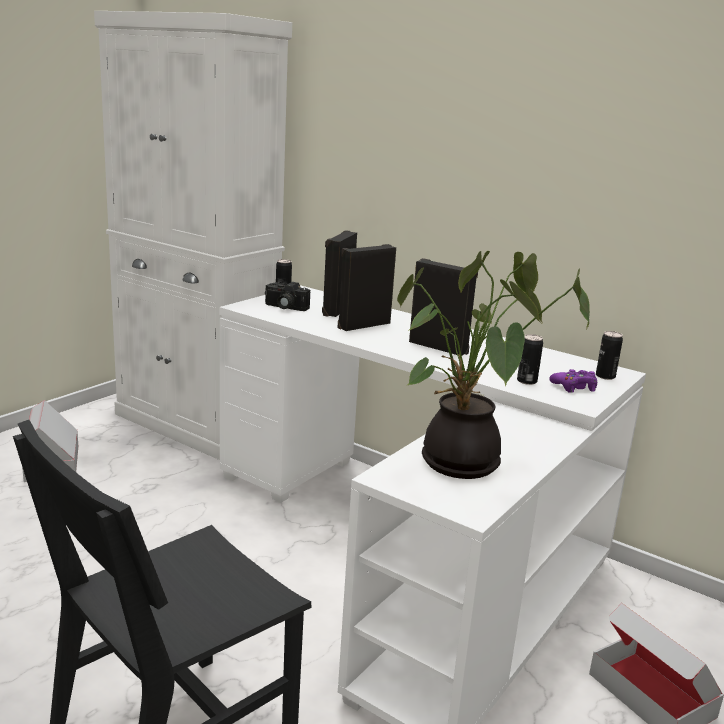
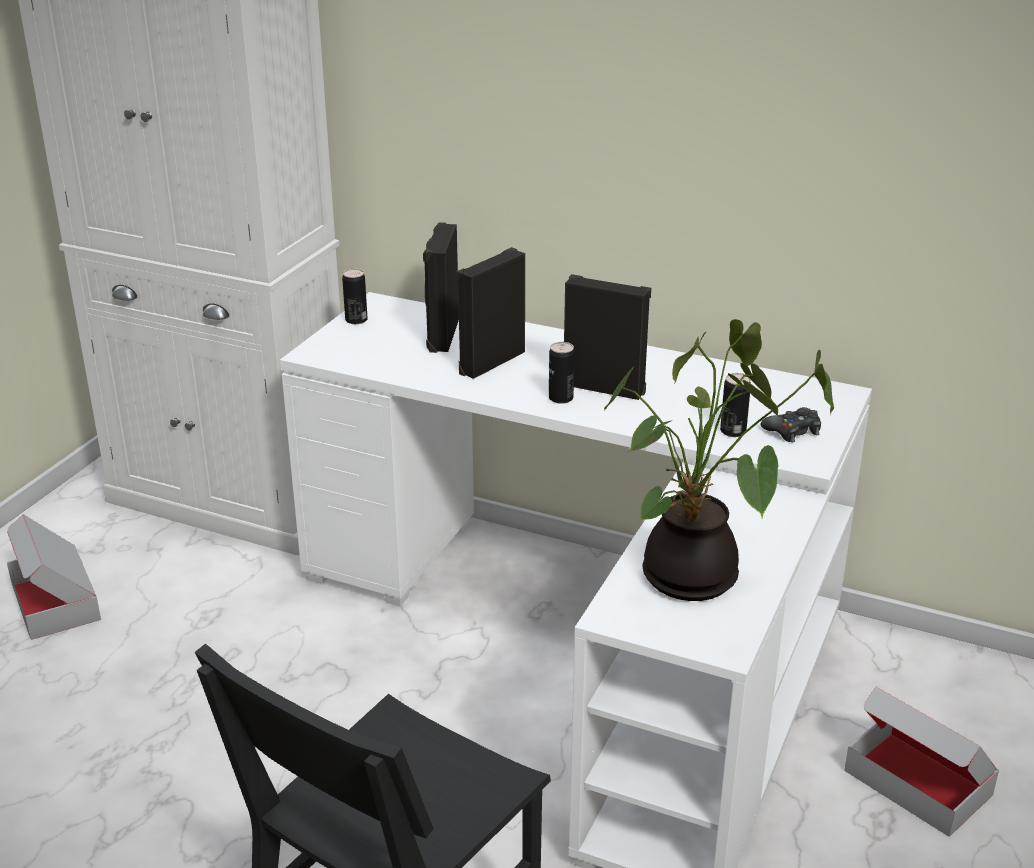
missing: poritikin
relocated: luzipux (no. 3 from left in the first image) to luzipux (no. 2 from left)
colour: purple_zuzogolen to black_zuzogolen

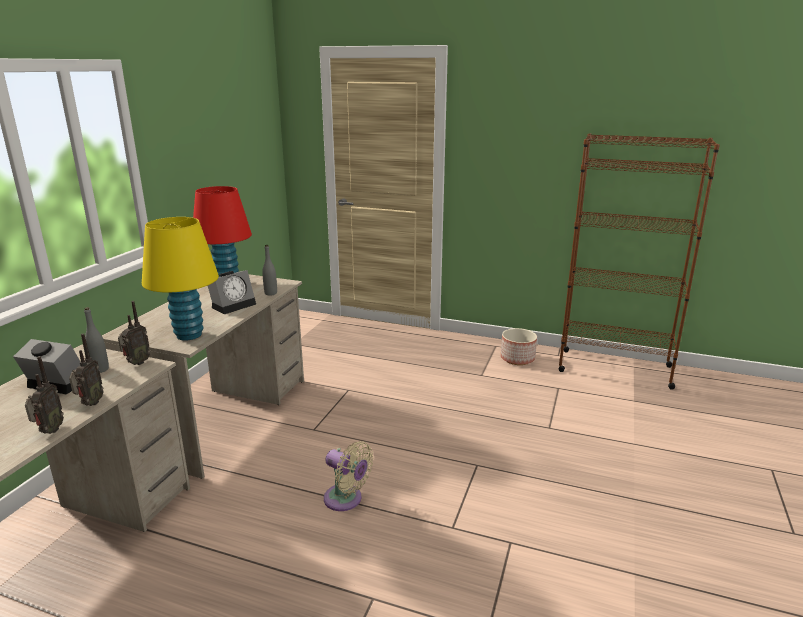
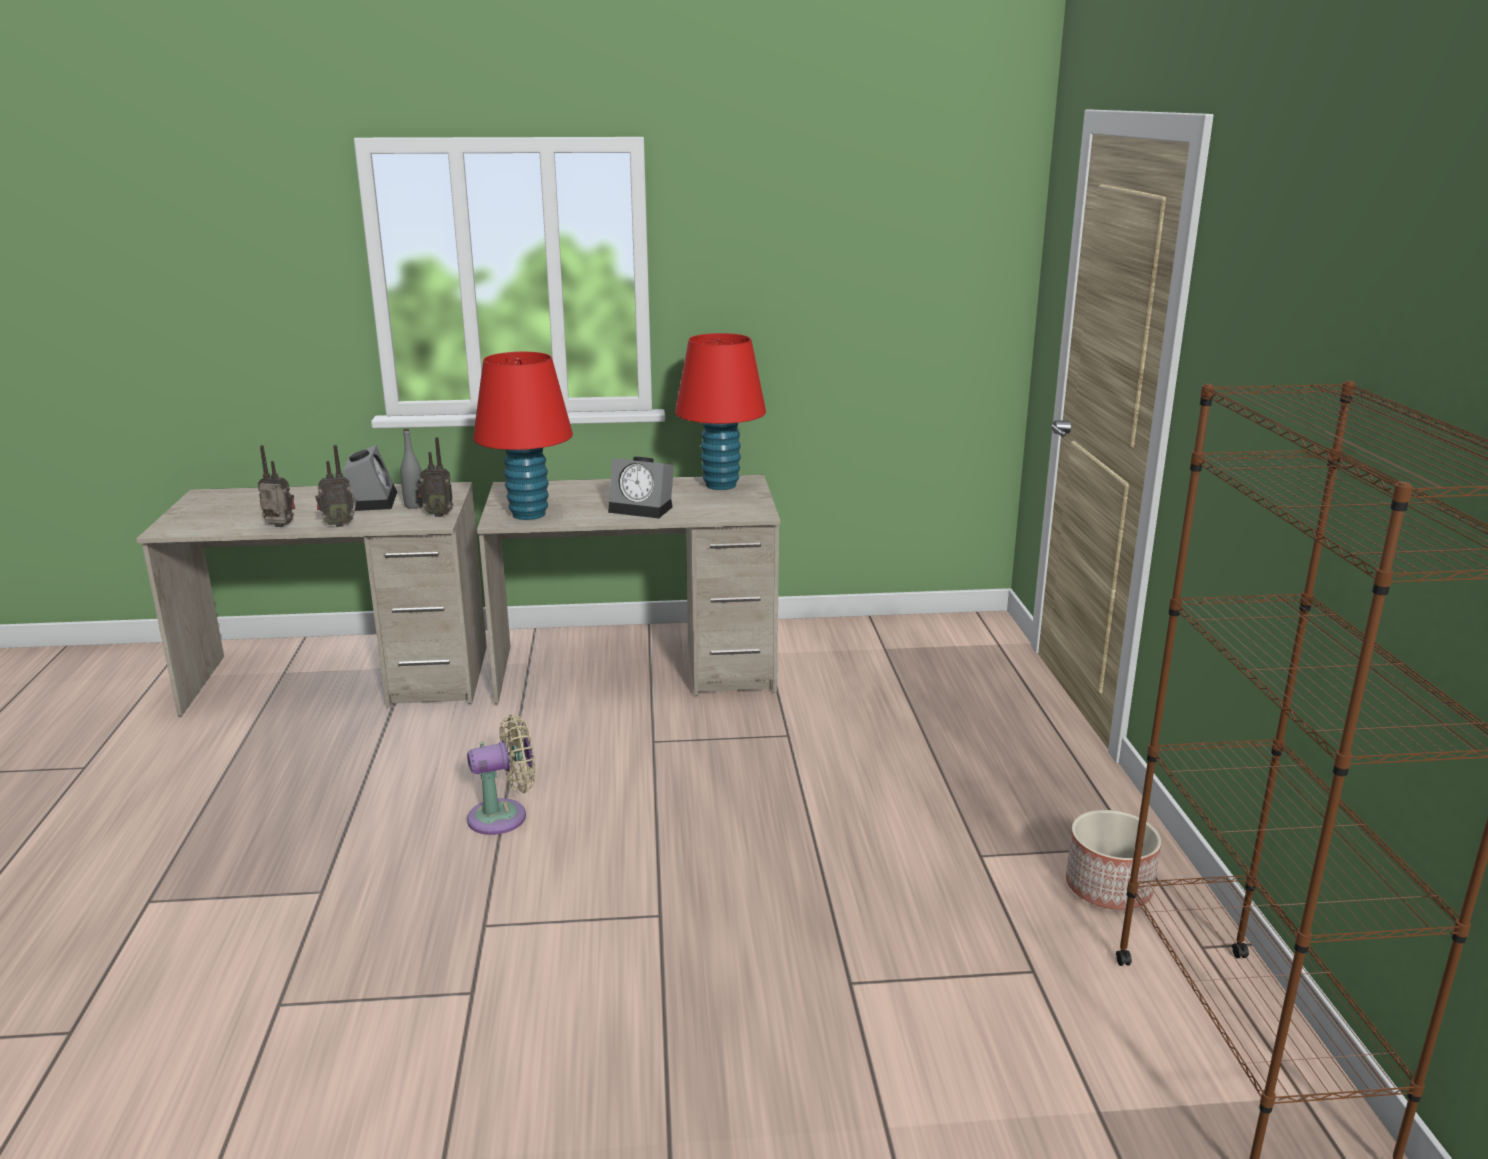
missing: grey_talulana (no. 2 from left)
colour: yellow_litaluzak to red_litaluzak (no. 1 from left)
spun: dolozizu (no. 1 from left) 150 degrees counterclockwise; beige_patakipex 120 degrees counterclockwise

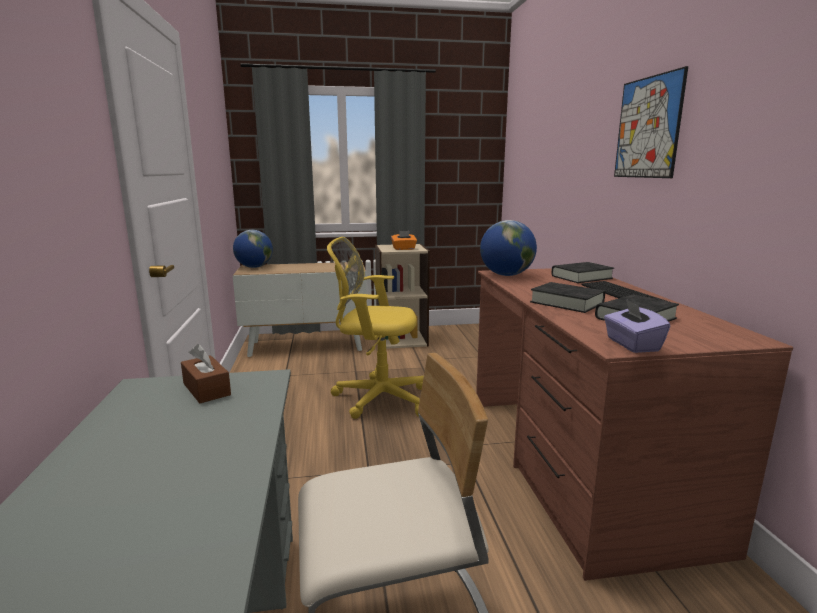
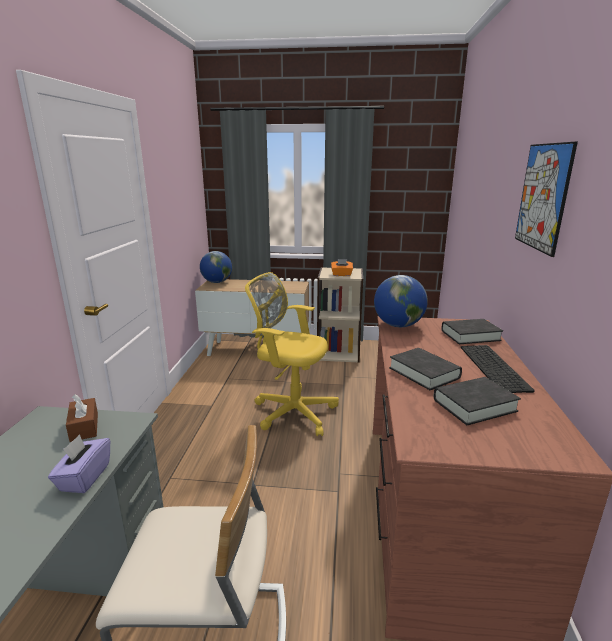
relocated: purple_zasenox

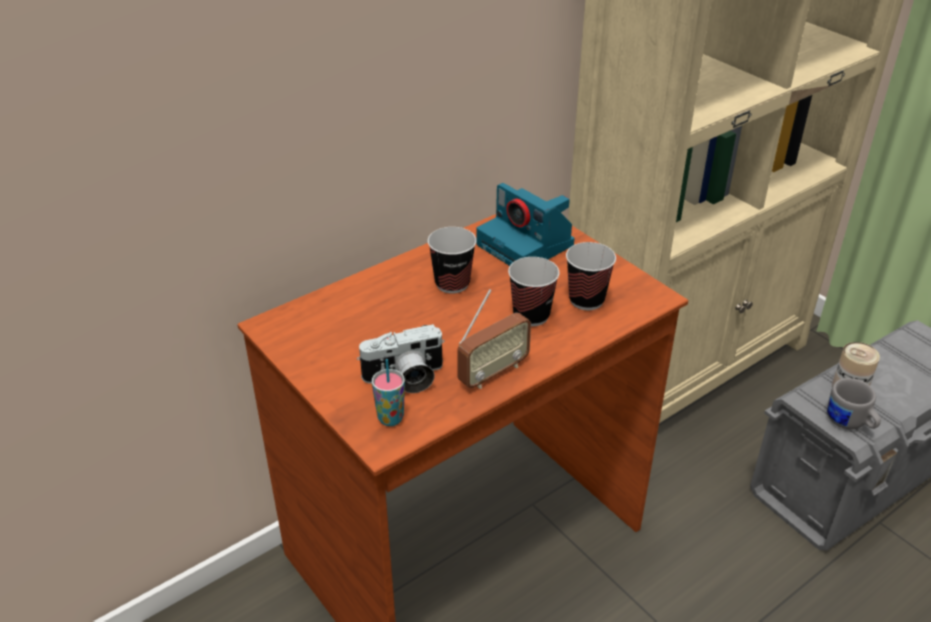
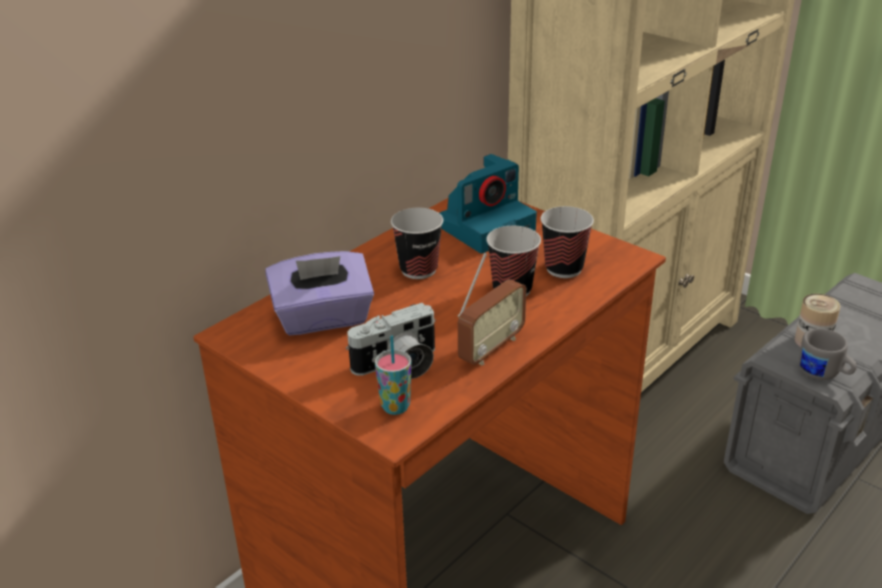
appeared: purple_zasenox
spun: poritikin (no. 2 from left) 75 degrees counterclockwise

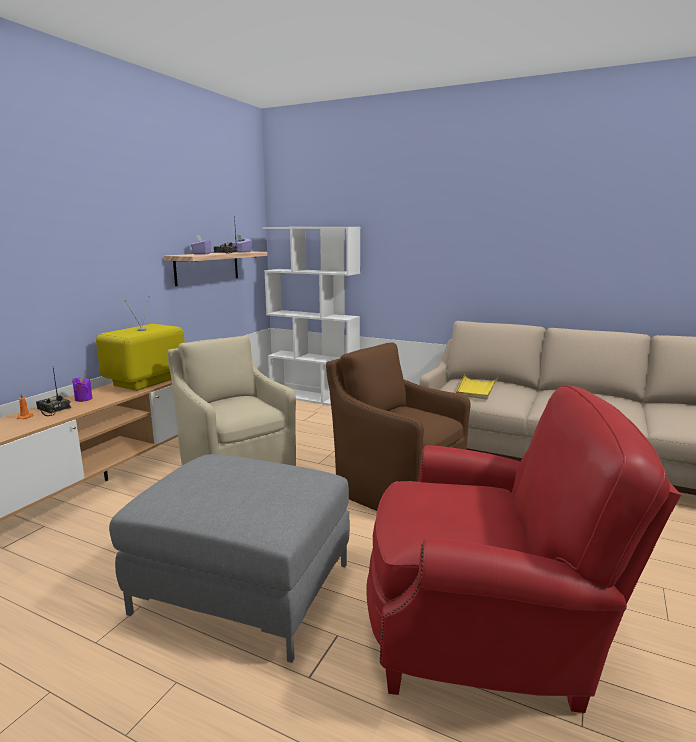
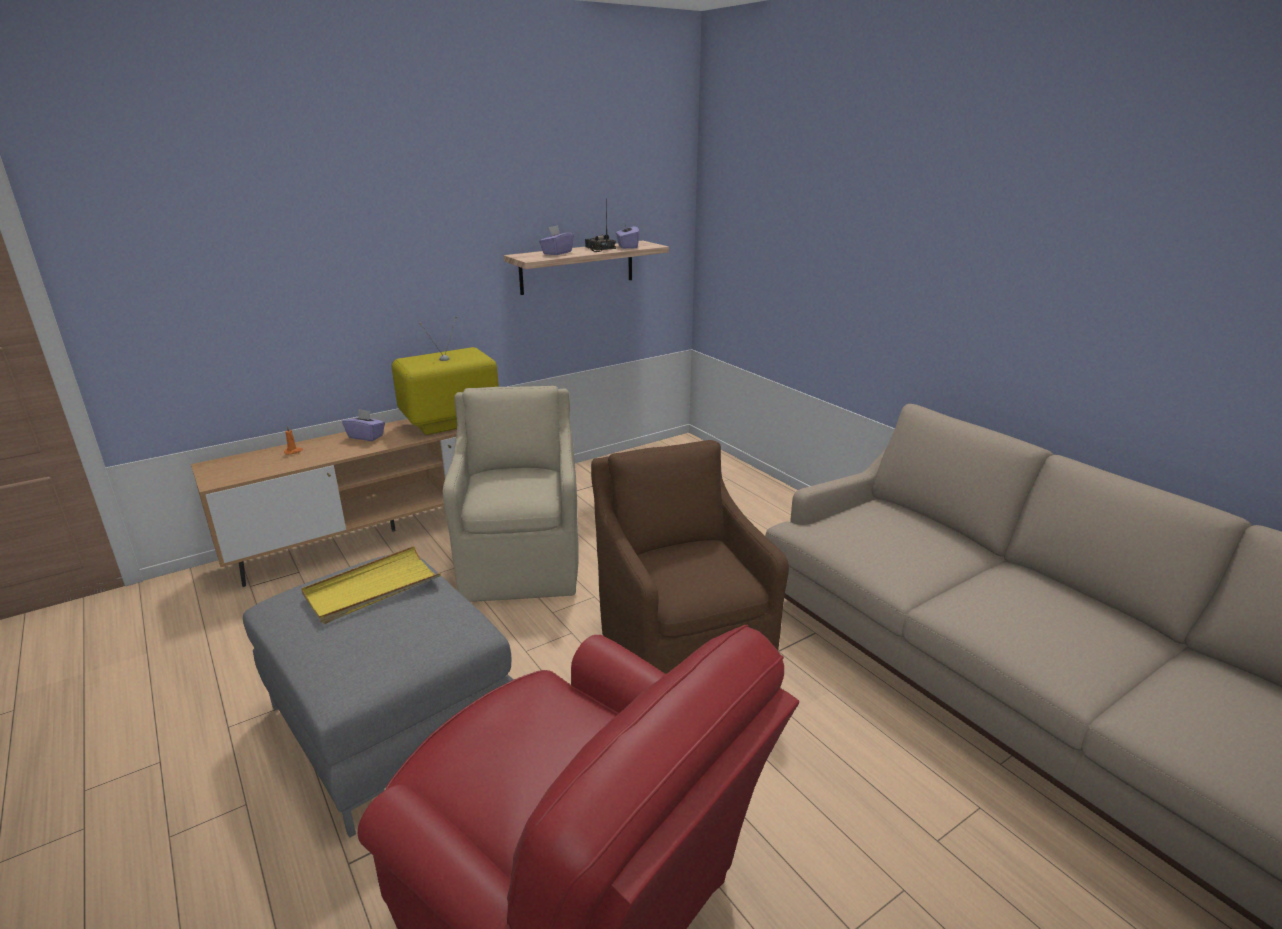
missing: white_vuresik; dolozizu (no. 1 from left)
relocated: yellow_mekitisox
exchanged: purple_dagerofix to purple_zasenox (no. 1 from left)

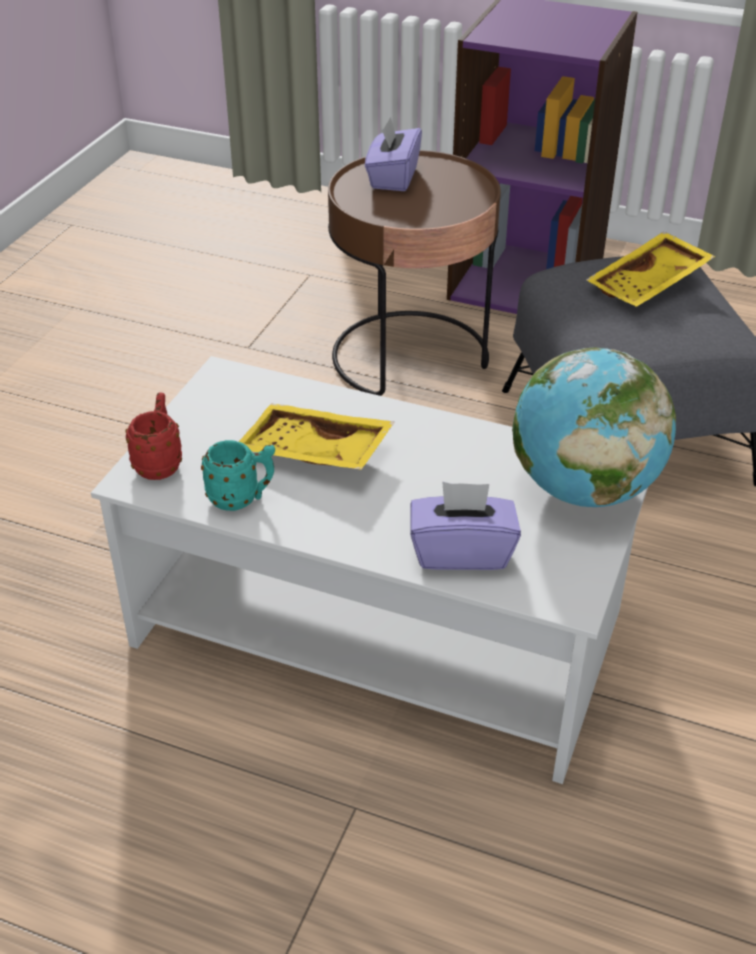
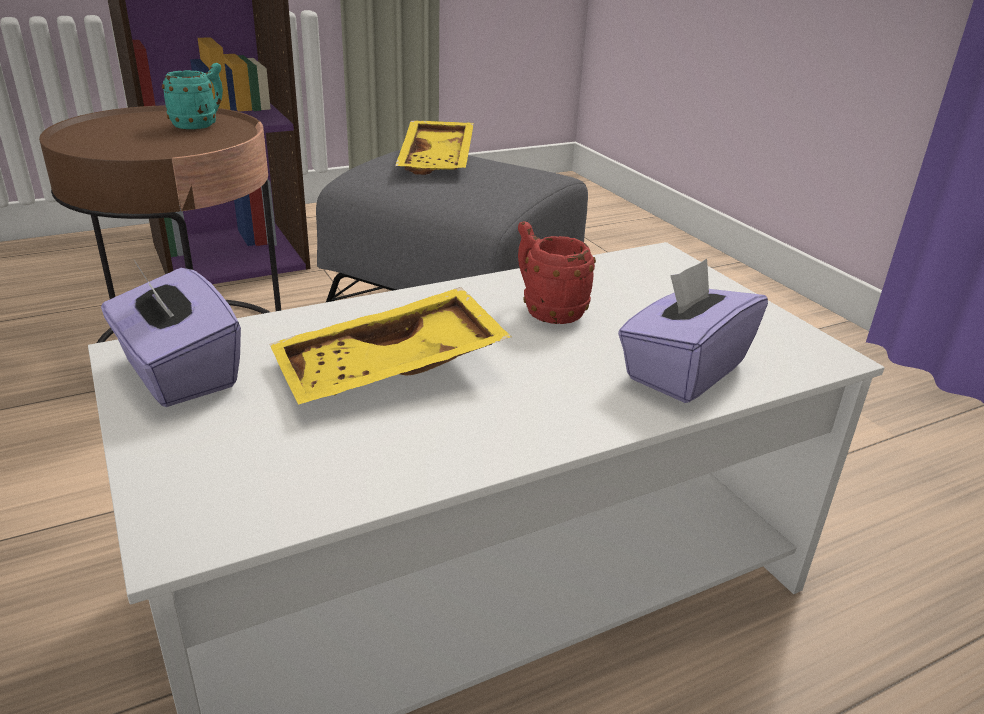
missing: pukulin
relocated: purple_zasenox (no. 1 from left); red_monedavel; turquoise_monedavel

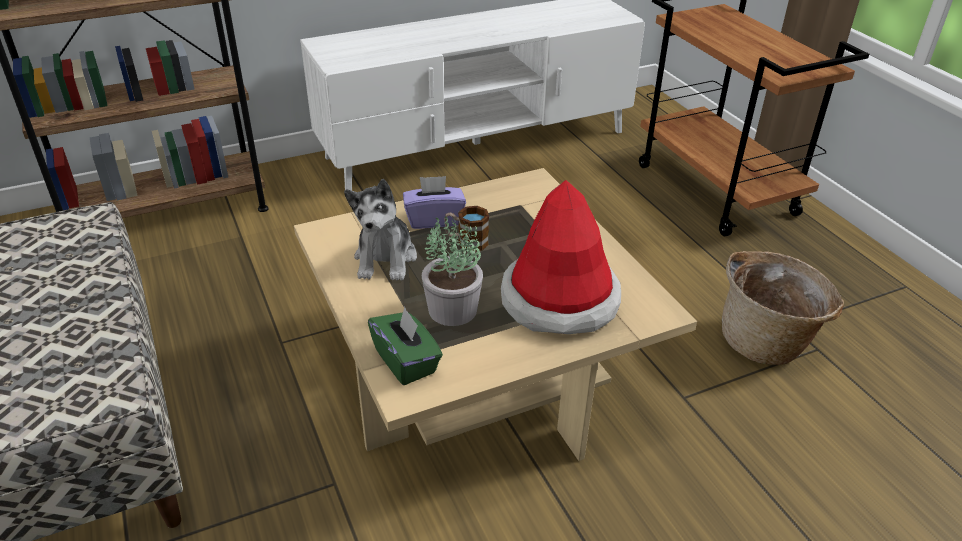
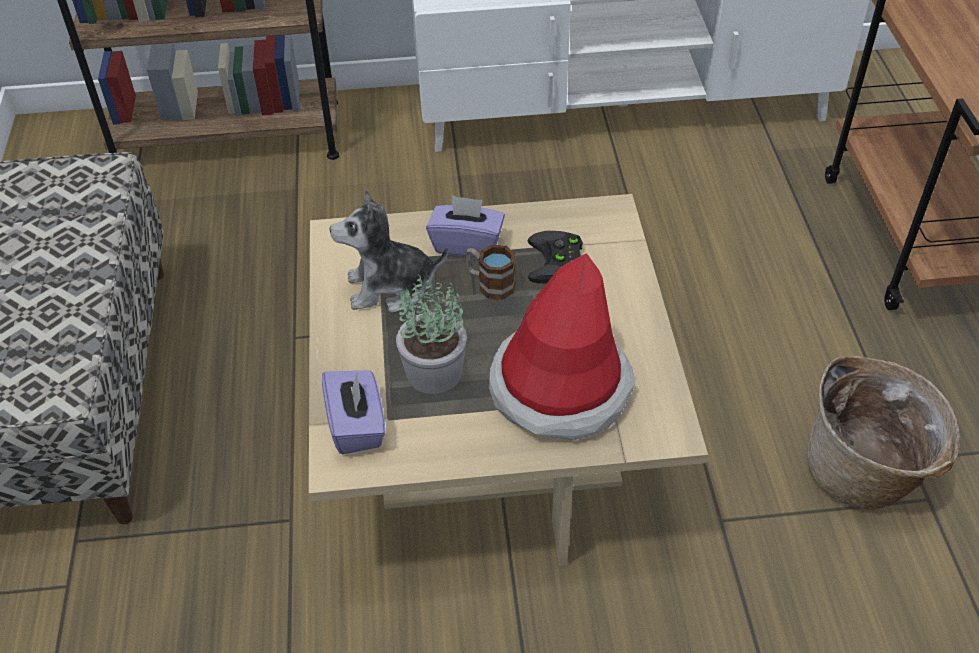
appeared: black_zuzogolen
colour: green_zasenox to purple_zasenox (no. 1 from left)
spun: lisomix 60 degrees clockwise

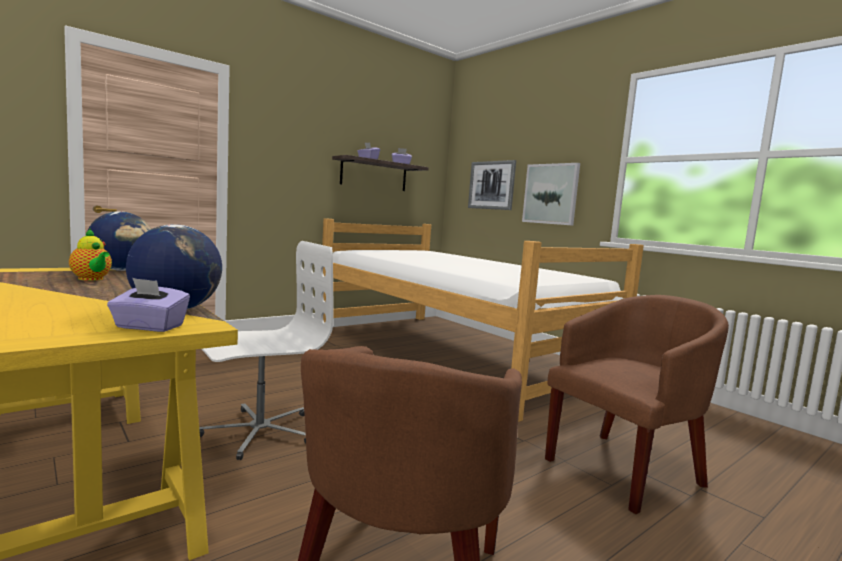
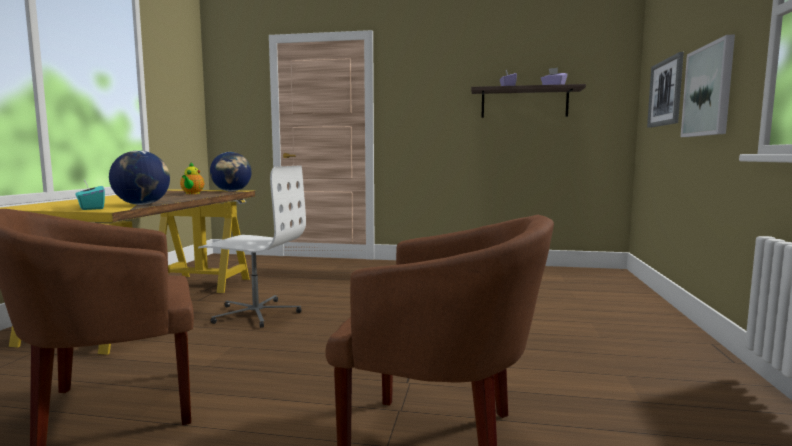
missing: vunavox
colour: purple_zasenox (no. 1 from left) to turquoise_zasenox

